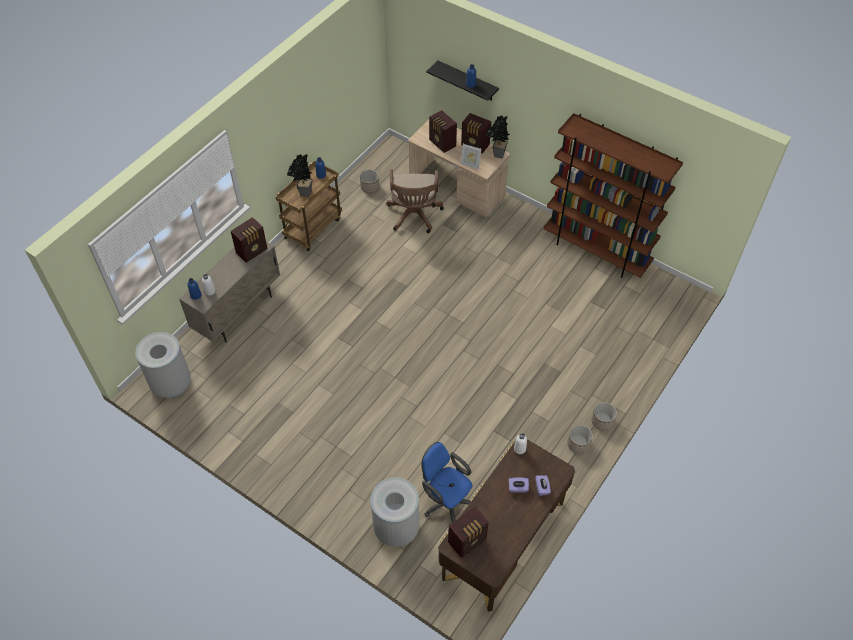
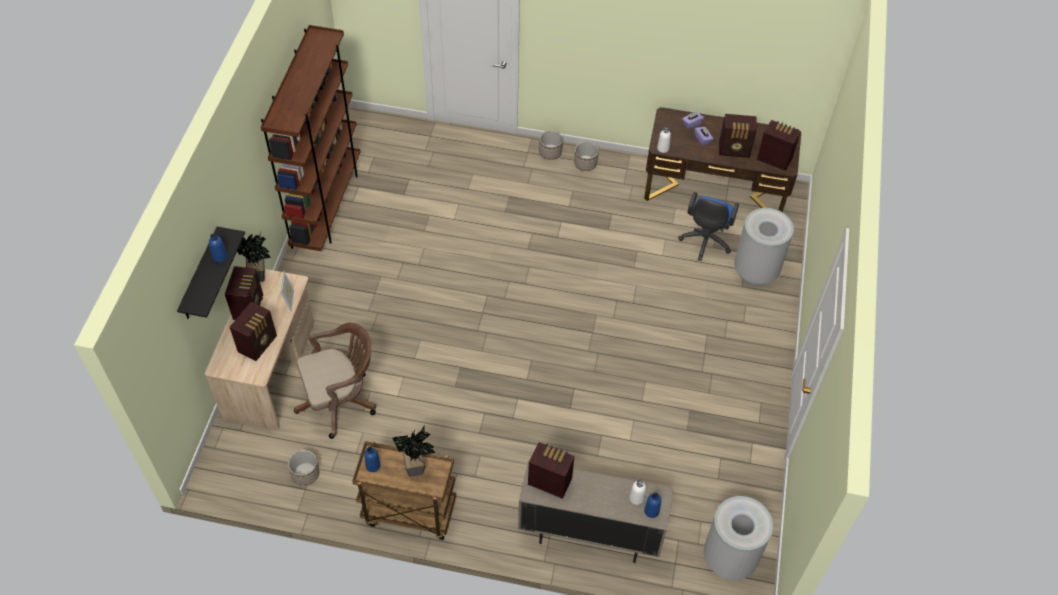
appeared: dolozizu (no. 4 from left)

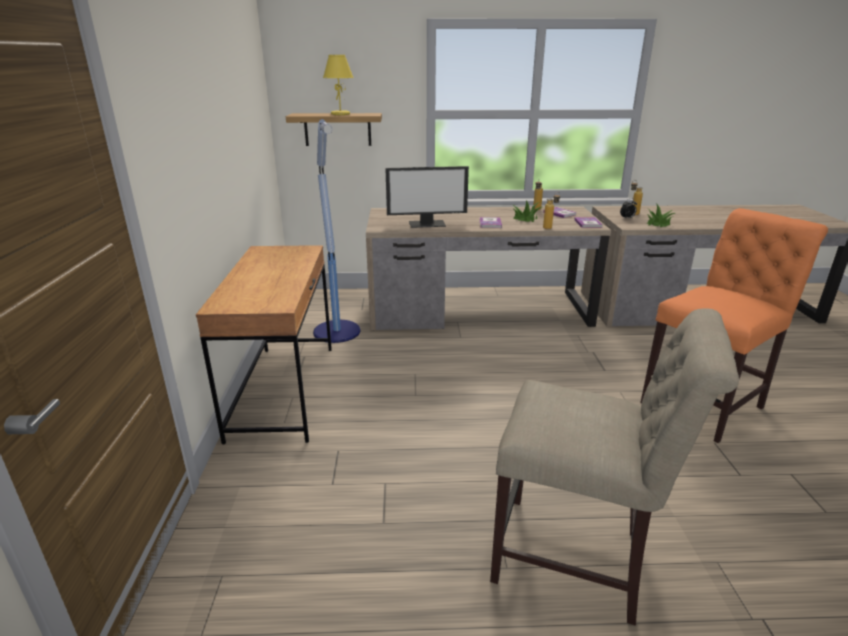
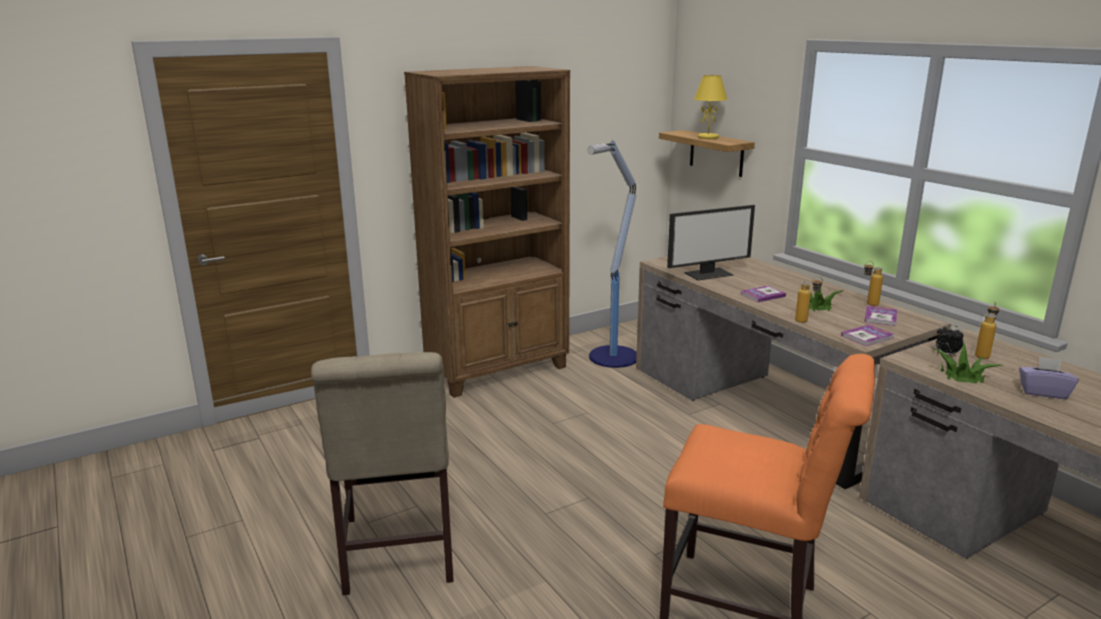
appeared: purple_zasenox
exchanged: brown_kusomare (no. 1 from left) to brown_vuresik
spun: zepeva 75 degrees counterclockwise

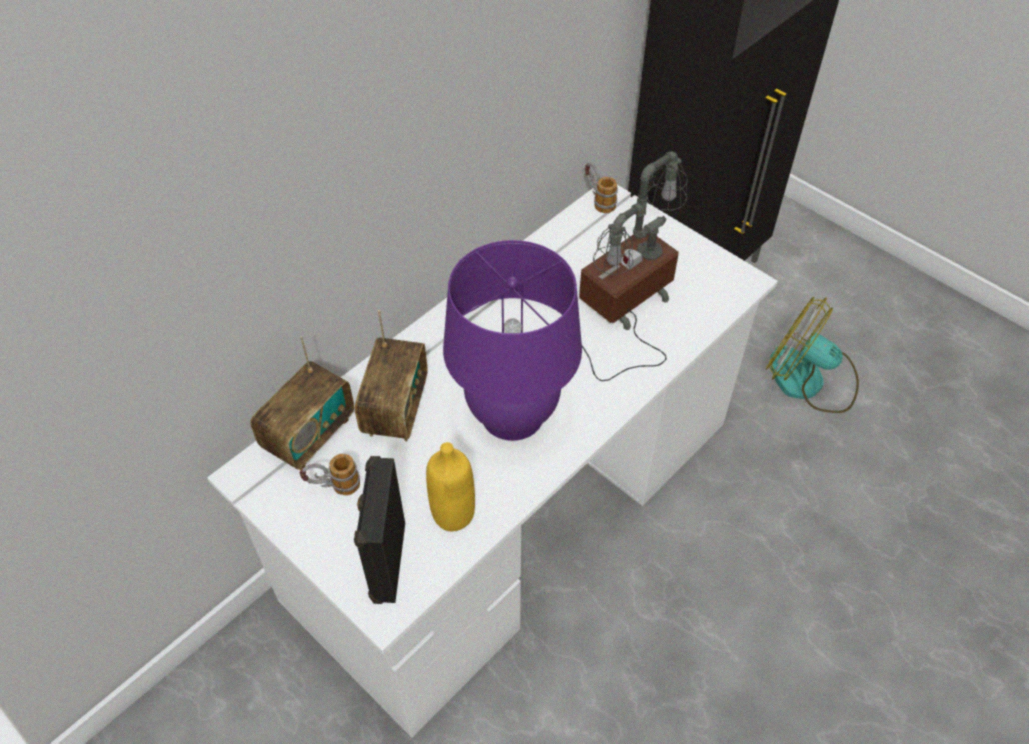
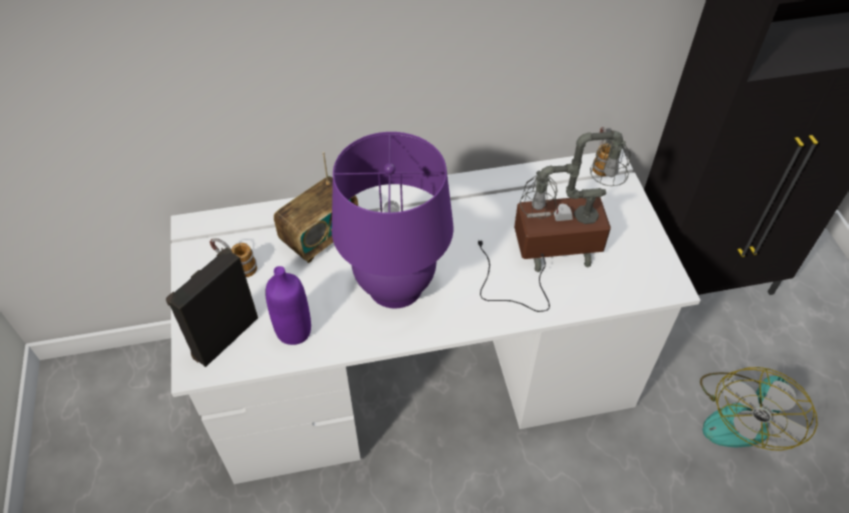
missing: dolozizu (no. 1 from left)
colour: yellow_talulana to purple_talulana
spun: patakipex 120 degrees counterclockwise

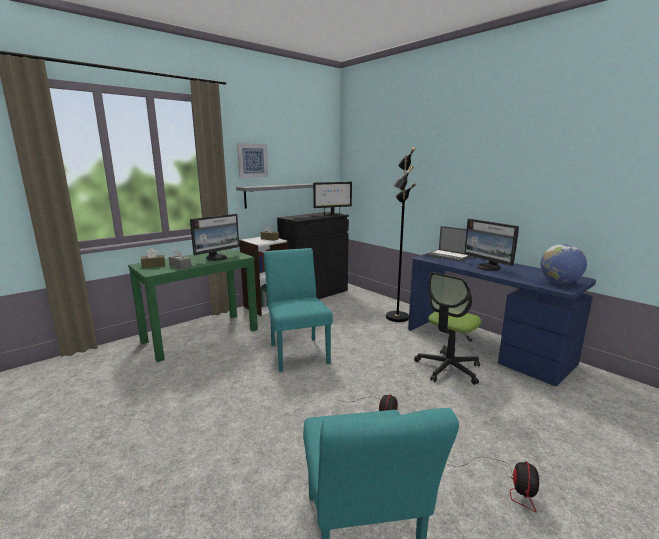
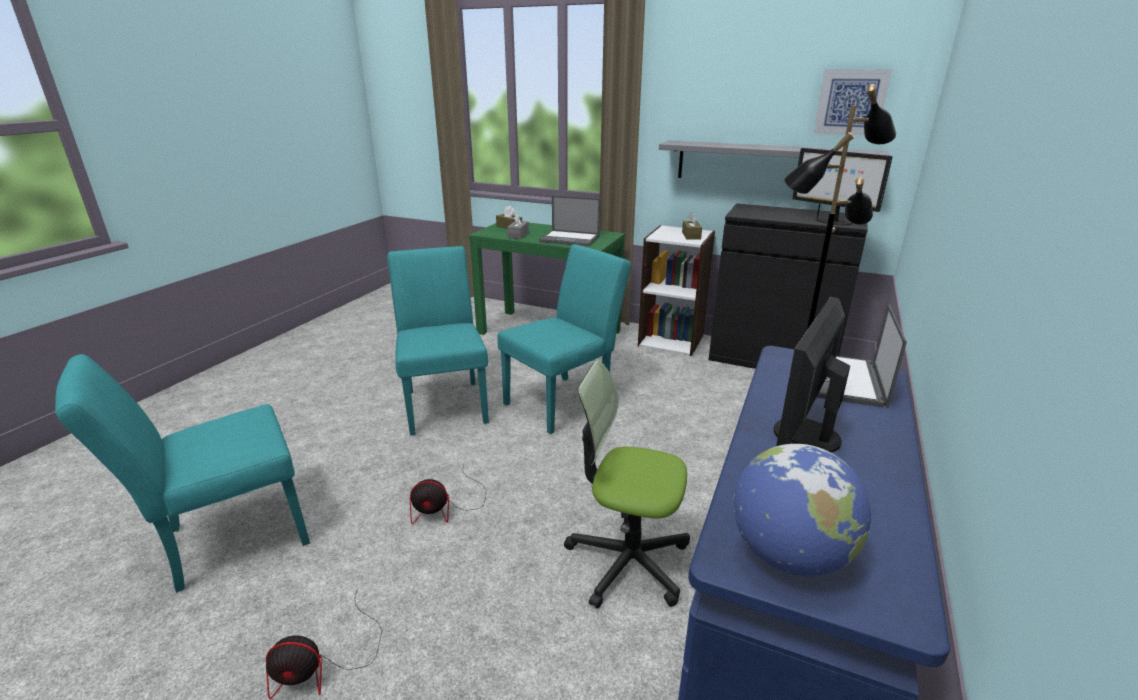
appeared: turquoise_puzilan (no. 2 from left)
relocated: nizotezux
exchanged: zepeva (no. 1 from left) to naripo (no. 1 from left)

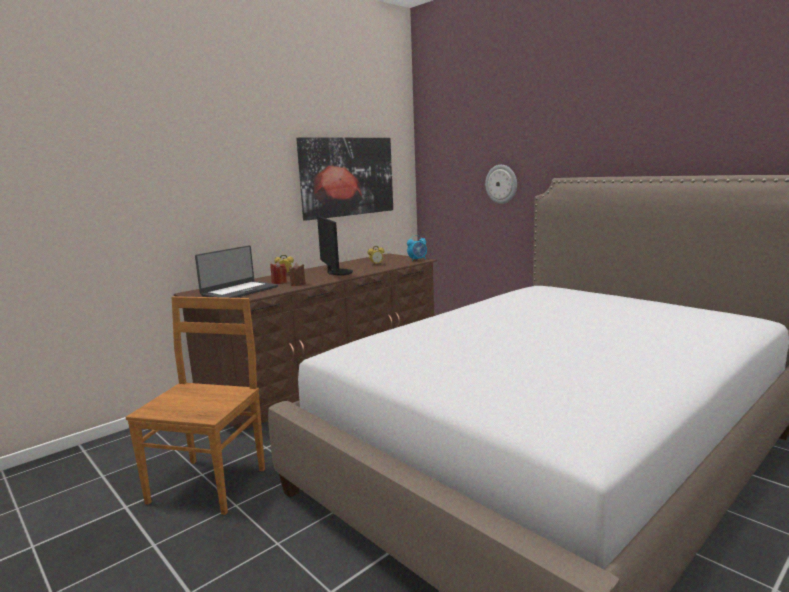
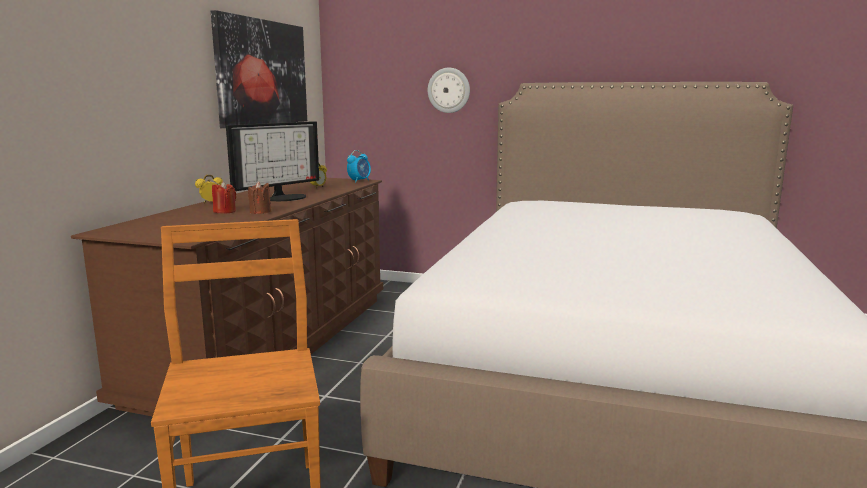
missing: naripo
spun: zepeva 90 degrees clockwise

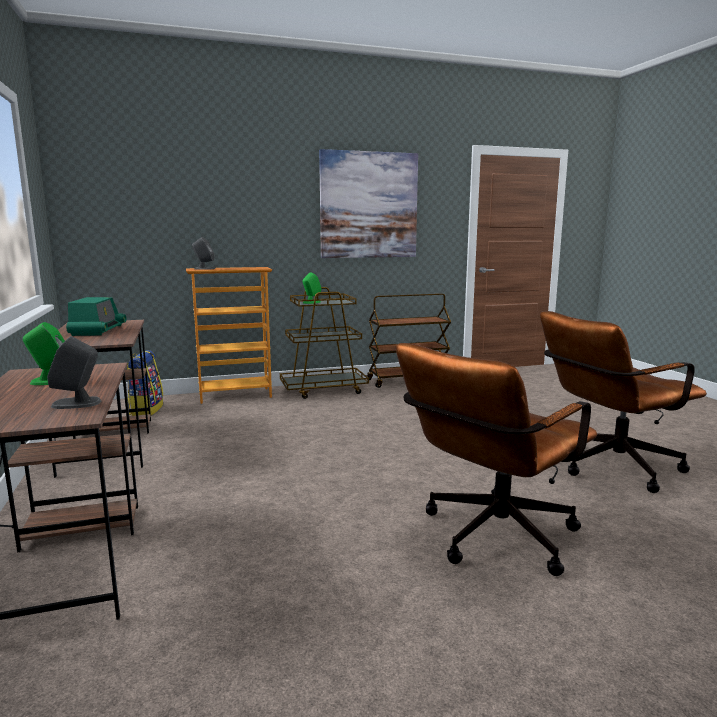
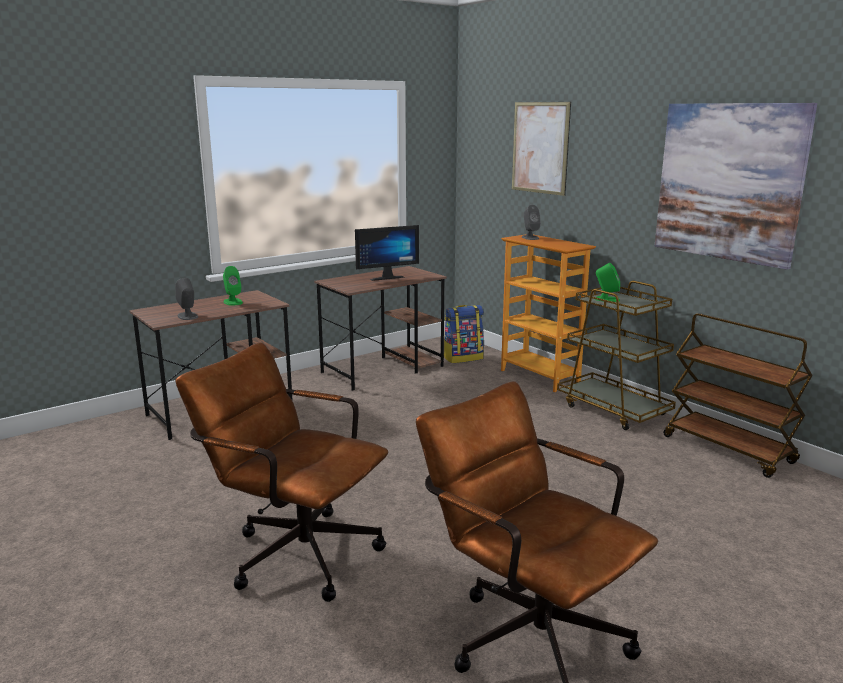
appeared: nizotezux (no. 1 from left)
exchanged: dolozizu to zepeva

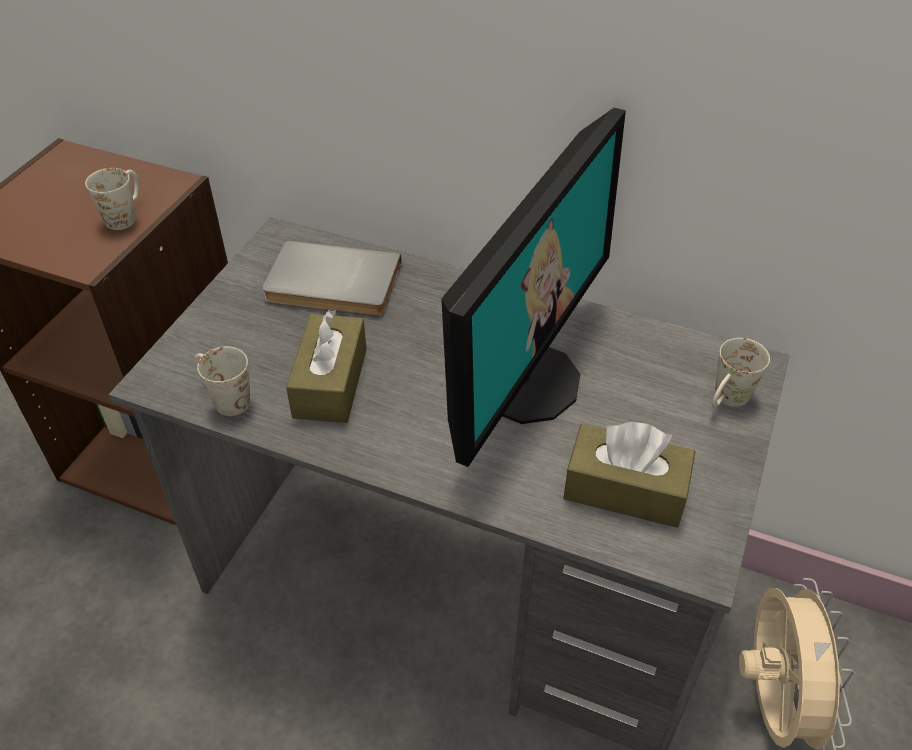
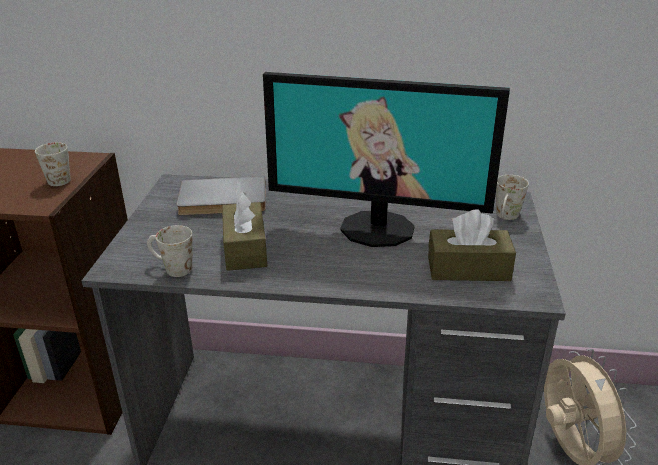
spun: zepeva 90 degrees clockwise

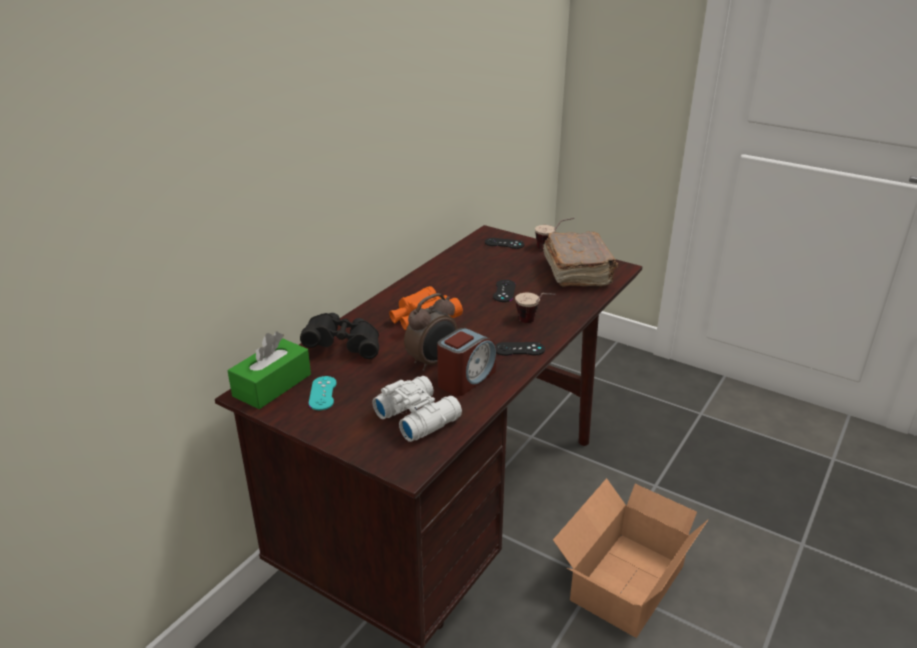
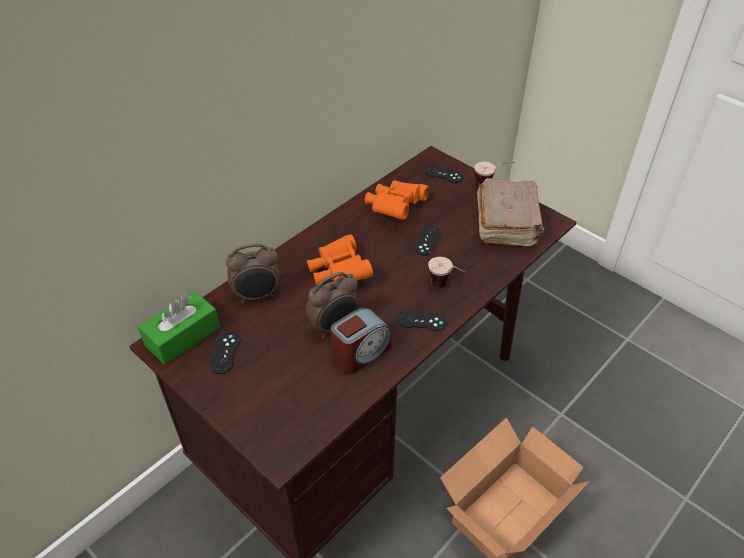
missing: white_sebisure
appeared: orange_sebisure (no. 2 from left)
exchanged: black_sebisure to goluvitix (no. 1 from left)
colour: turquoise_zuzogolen to black_zuzogolen (no. 1 from left)

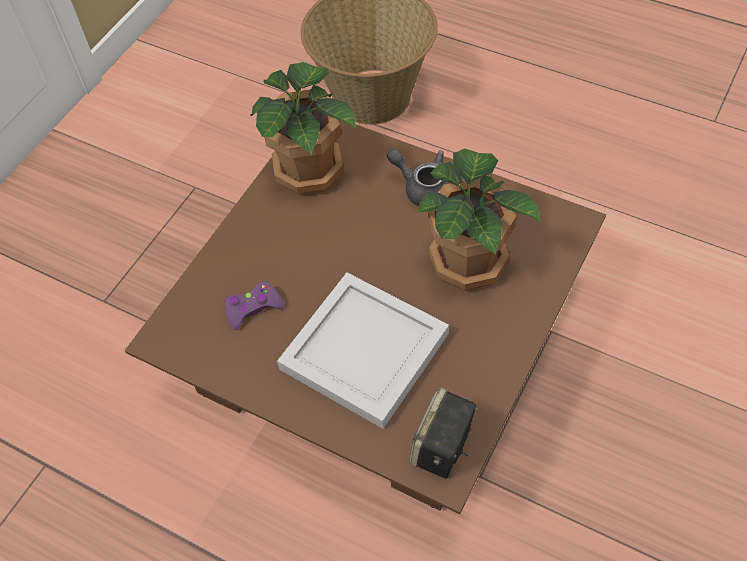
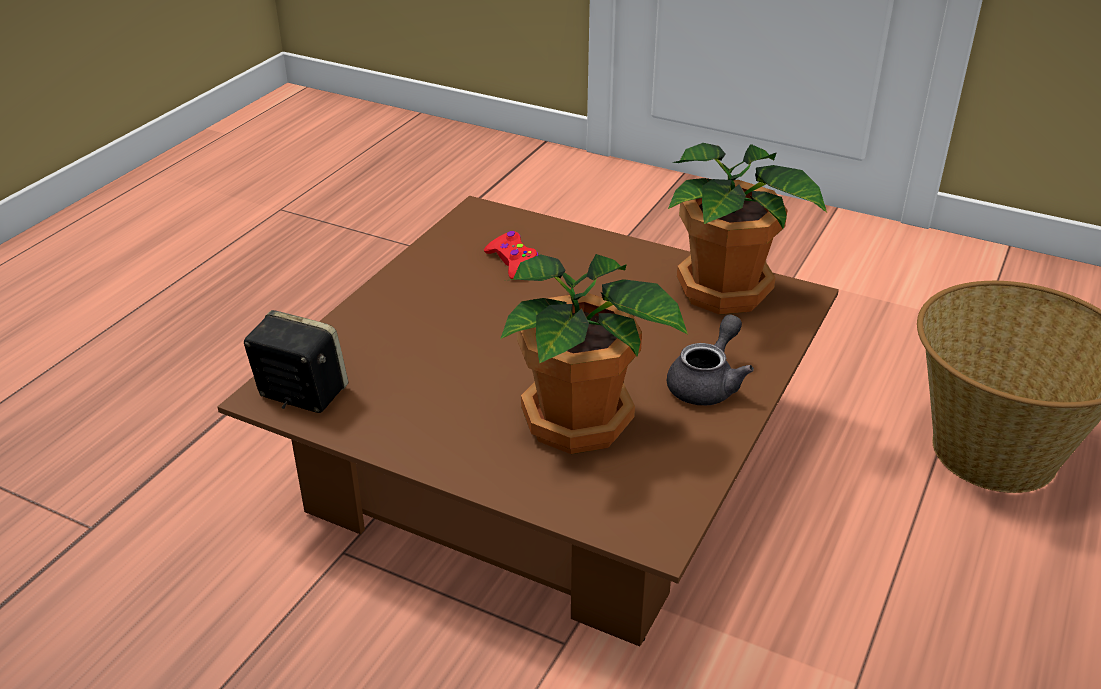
missing: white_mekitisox
colour: purple_zuzogolen to red_zuzogolen

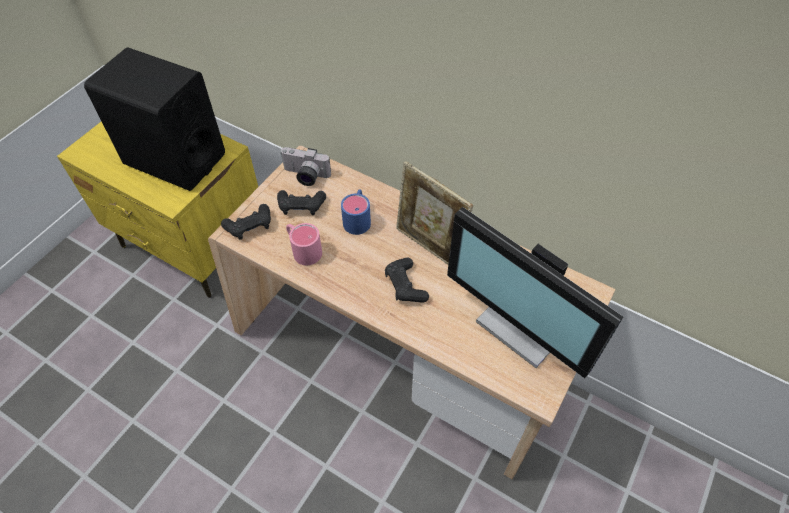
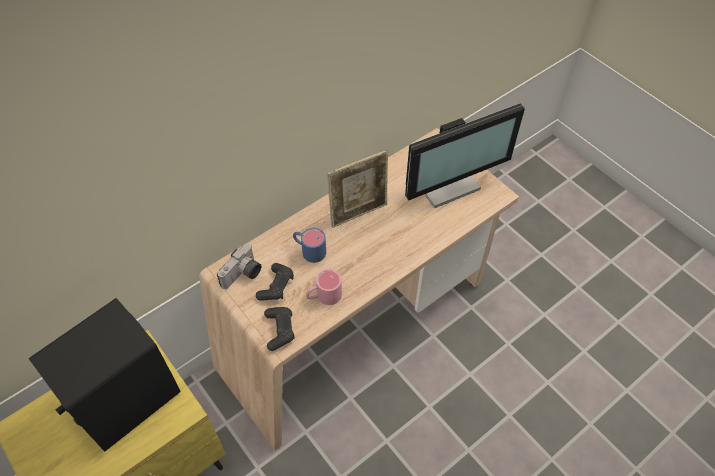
missing: black_zuzogolen (no. 3 from left)

